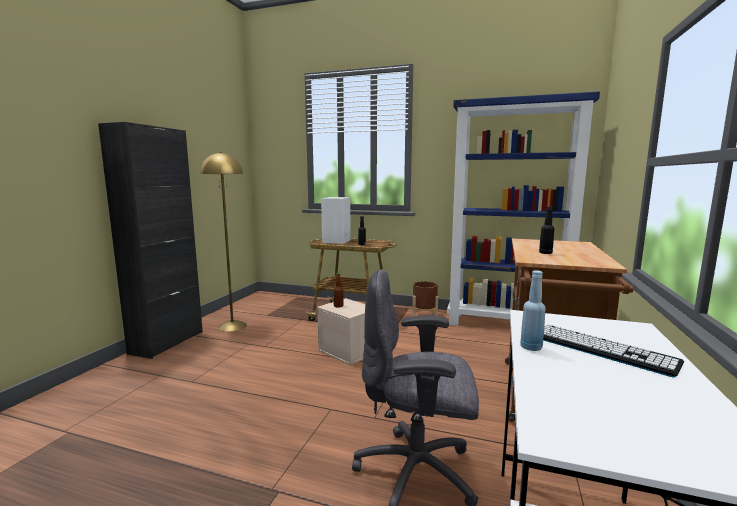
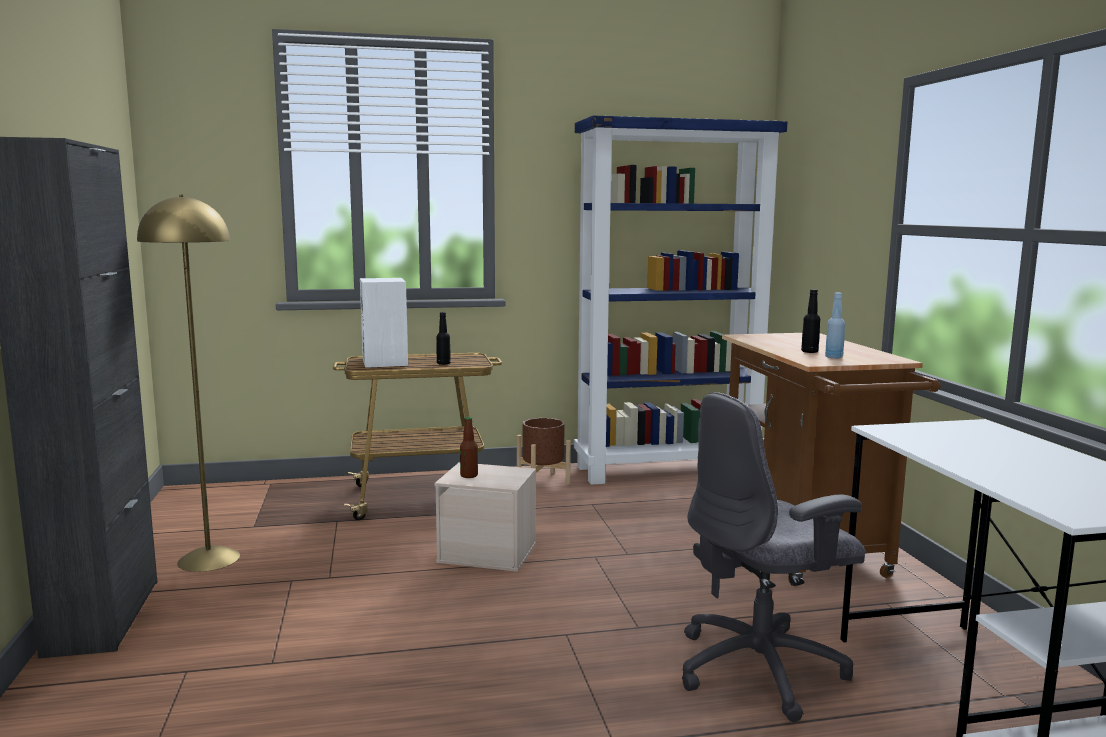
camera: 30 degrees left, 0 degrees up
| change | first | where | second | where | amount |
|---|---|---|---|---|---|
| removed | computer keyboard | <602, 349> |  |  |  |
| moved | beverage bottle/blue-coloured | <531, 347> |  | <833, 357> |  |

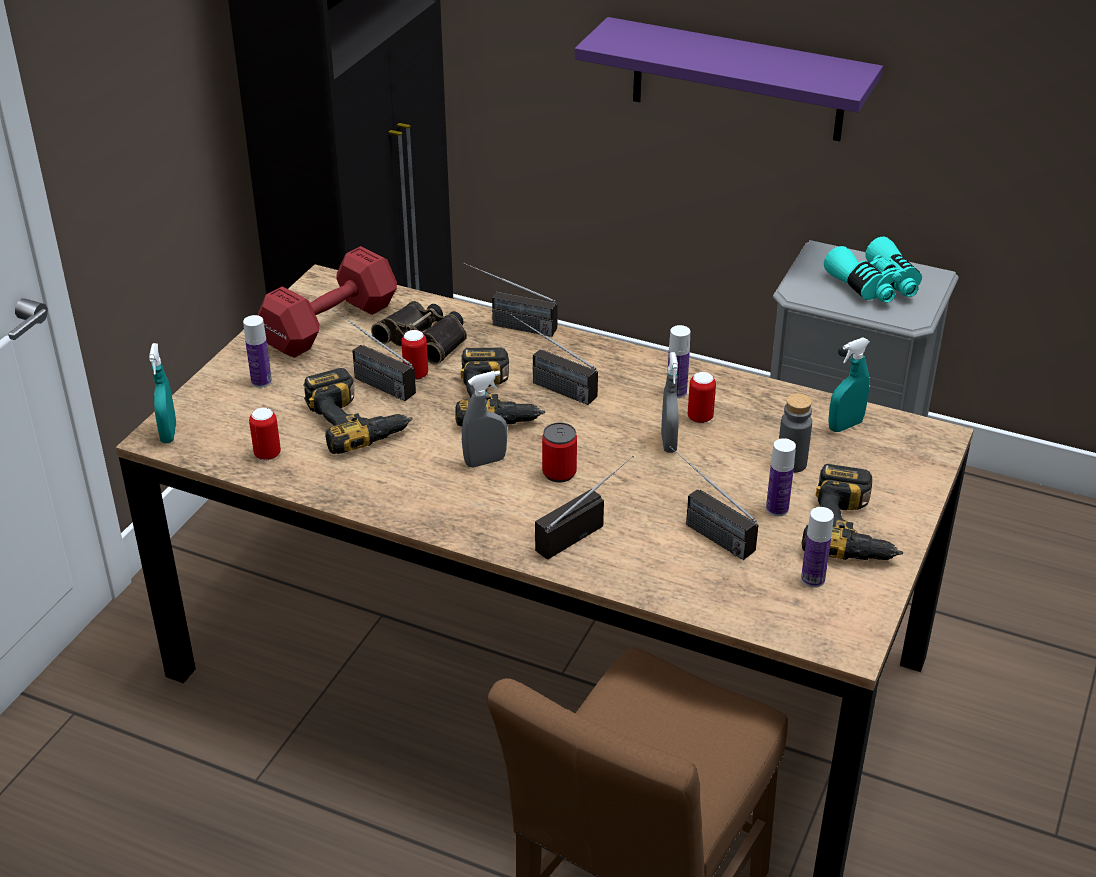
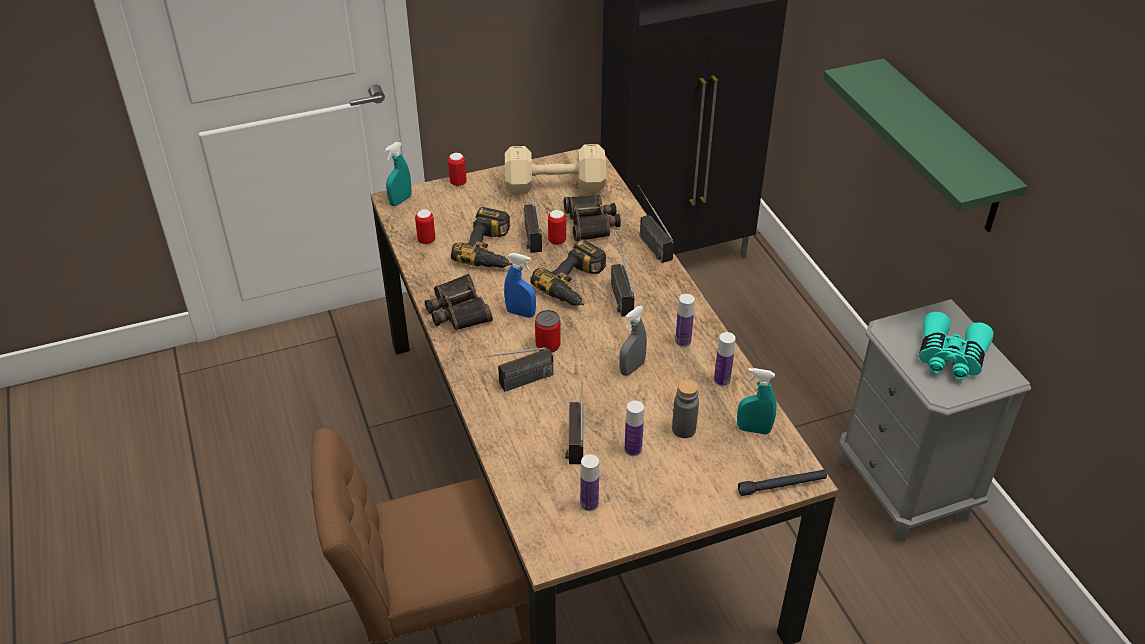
camera: 45 degrees right, 5 degrees up
| change | first | where | second | where | amount |
|---|---|---|---|---|---|
| removed | electric drill | <853, 530> |  |  |  |
| added |  |  | field glasses | <457, 310> |  |
| added |  |  | torch/blackish | <782, 486> |  |
| moved | beverage bottle | <261, 381> |  | <722, 380> |  |
| moved | can | <700, 418> |  | <458, 183> |  |
| recoloured | free weight/reddish | <327, 326> | free weight/beige-coloured | <553, 185> |  |
| recoloured | sprayer/gray | <485, 461> | sprayer/blue-coloured | <520, 313> |  |
| recoloured | bracket shelf/purple | <738, 80> | bracket shelf/green | <942, 148> |  |
| turned | radio set | <583, 528> |  | <513, 385> | 150 degrees clockwise |

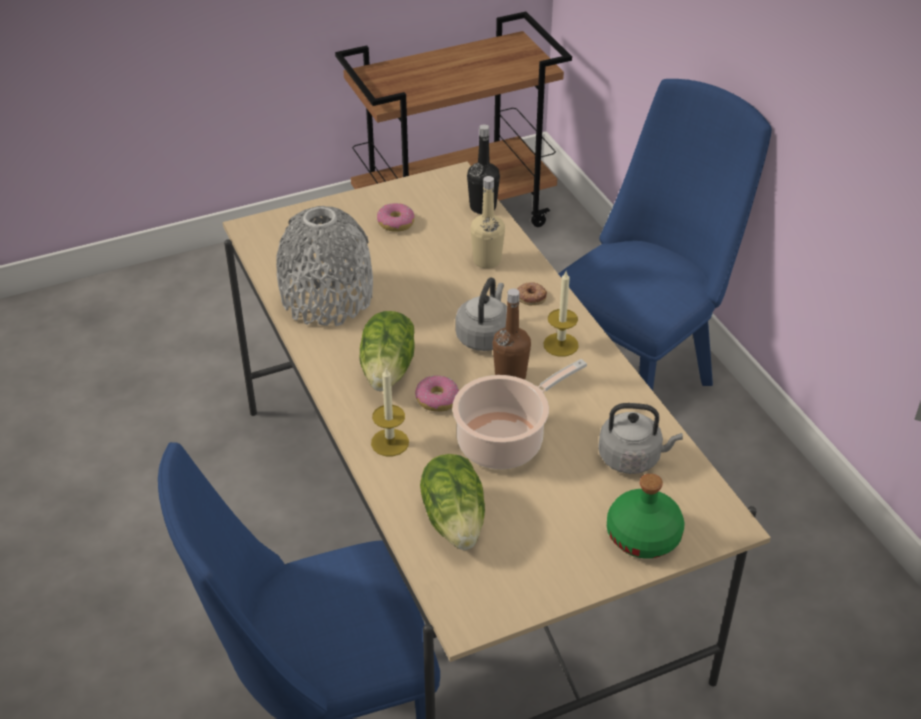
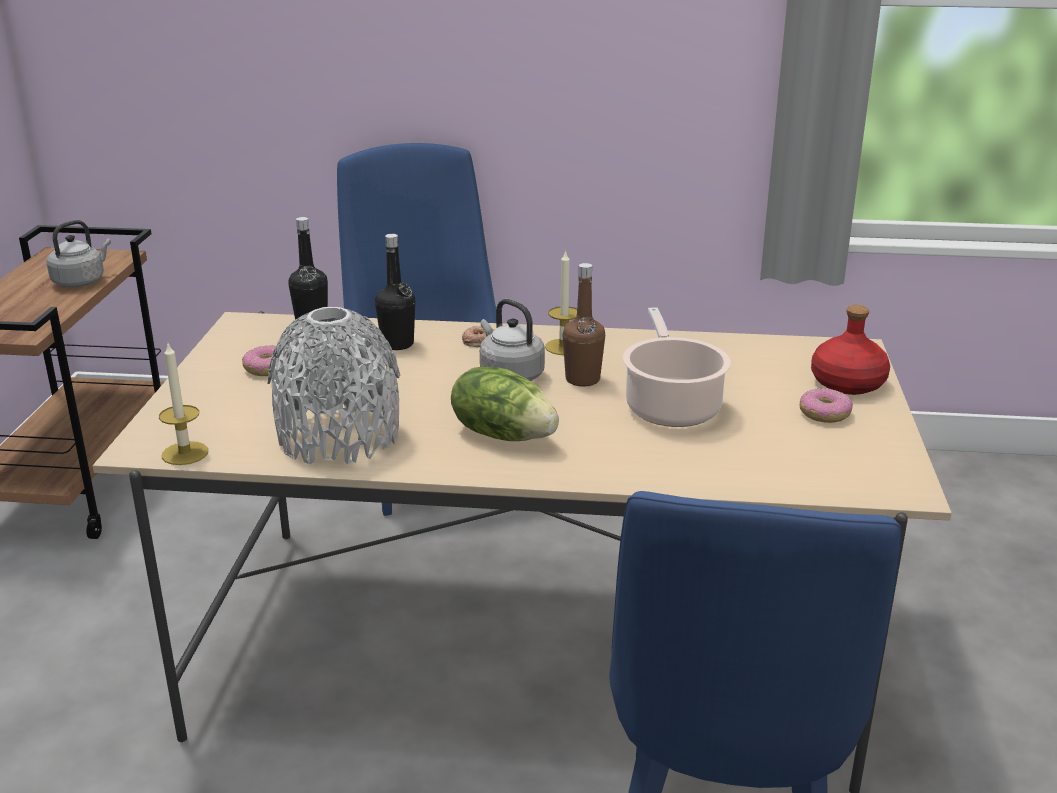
camera: 60 degrees left, 15 degrees down
| change | first | where | second | where | amount |
|---|---|---|---|---|---|
| removed | lettuce | <455, 520> |  |  |  |
| moved | candle | <390, 442> |  | <185, 453> |  |
| moved | ring doughnut | <437, 399> |  | <824, 414> |  |
| moved | kettle/gray | <632, 458> |  | <81, 281> |  |
| recoloured | beverage bottle/beige-coloured | <487, 261> | beverage bottle/blackish | <397, 344> |  |
| recoloured | beverage bottle/green | <643, 536> | beverage bottle/reddish | <847, 383> |  |

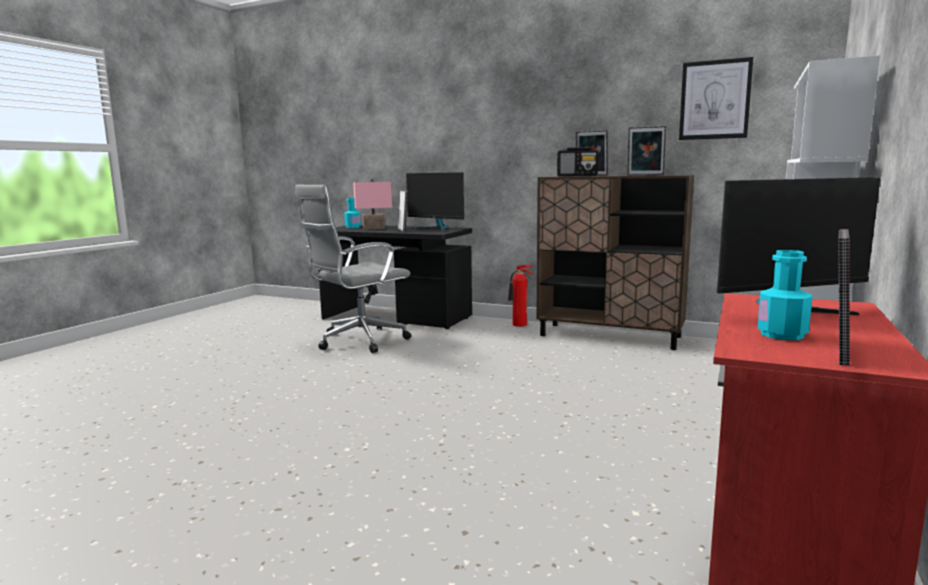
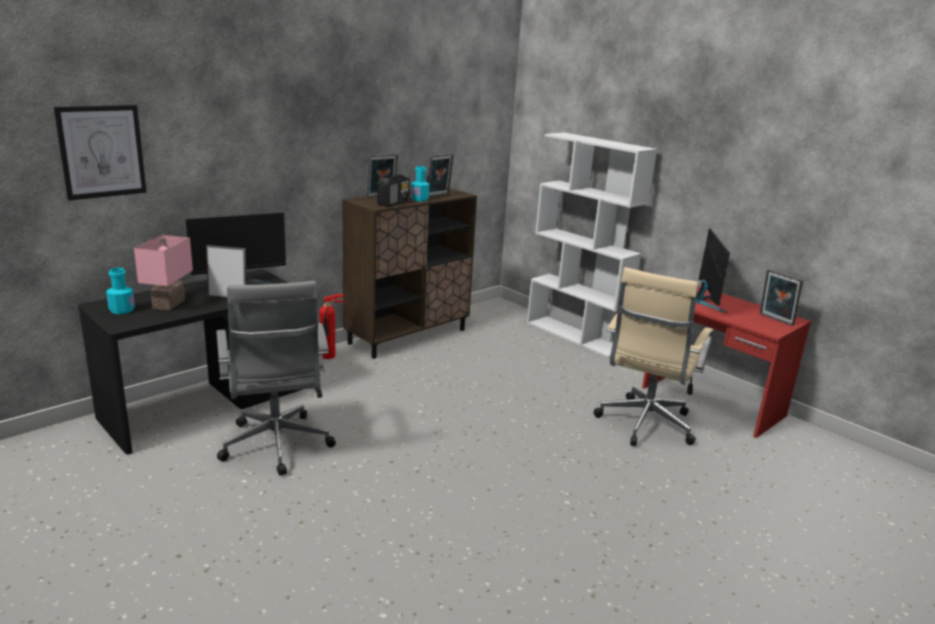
camera: 70 degrees left, 10 degrees up
| change | first | where | second | where | amount |
|---|---|---|---|---|---|
| added |  |  | office chair/beige-coloured | <644, 425> |  |
| moved | wall art | <715, 100> |  | <102, 151> |  |
| moved | beverage bottle/turquoise-coloured | <781, 334> |  | <419, 199> |  |

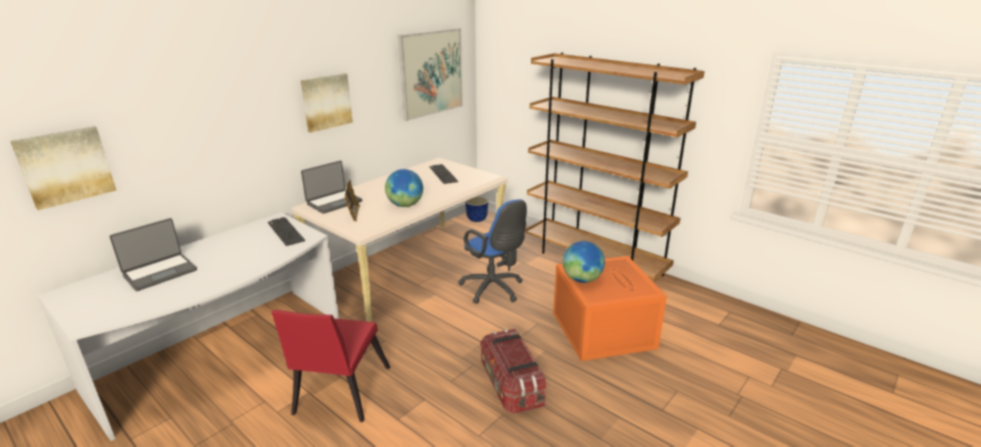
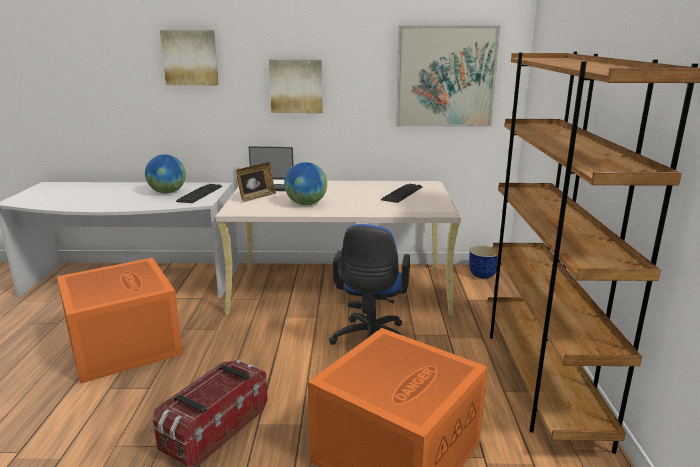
camera: 50 degrees right, 5 degrees down
| change | first | where | second | where | amount |
|---|---|---|---|---|---|
| removed | laptop | <160, 272> |  |  |  |
| moved | wall art | <65, 166> |  | <190, 57> |  |
| moved | globe | <581, 279> |  | <167, 192> |  |
| replaced | plain chair/reddish | <339, 394> | storage container/orange-coloured | <122, 345> |  |

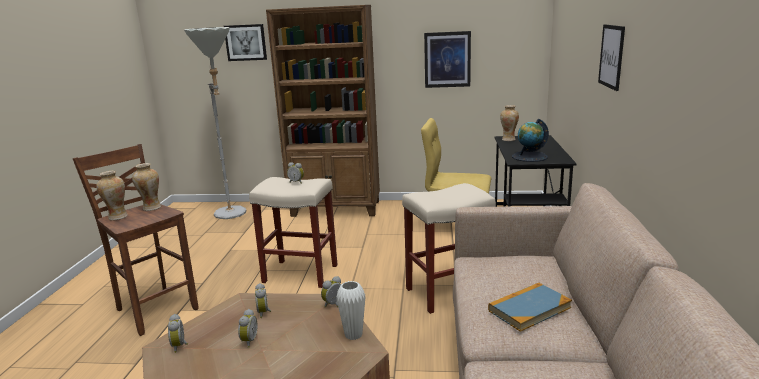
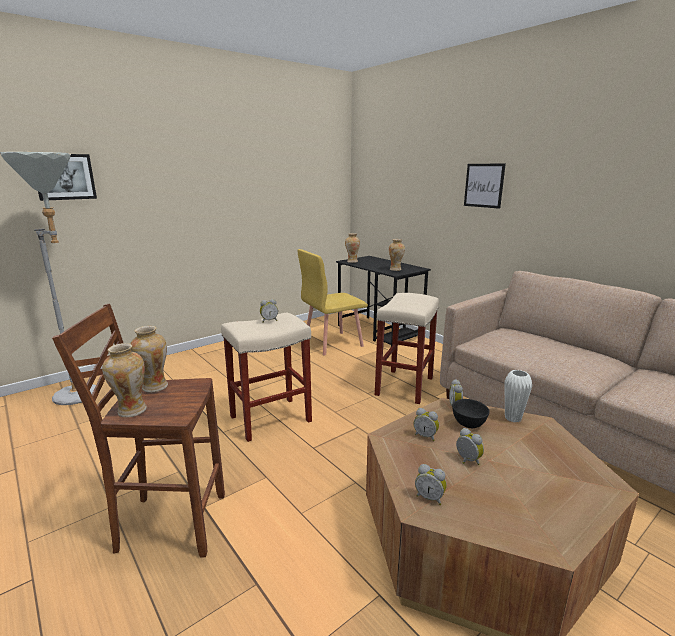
camera: 45 degrees left, 0 degrees up
| change | first | where | second | where | amount |
|---|---|---|---|---|---|
| removed | bookcase/brown-coloured | <336, 209> |  |  |  |
| removed | wall art | <447, 59> |  |  |  |
| removed | bound book | <529, 309> |  |  |  |
| added |  |  | deep dish/blackish | <468, 424> |  |
| replaced | globe | <529, 157> | vase | <395, 269> |  |

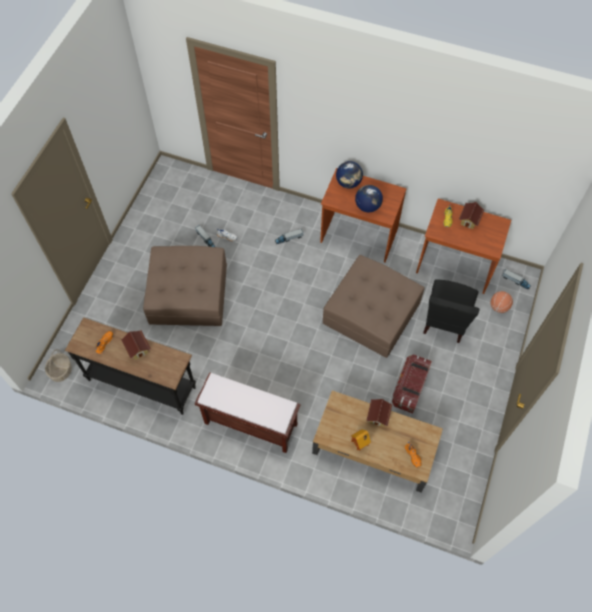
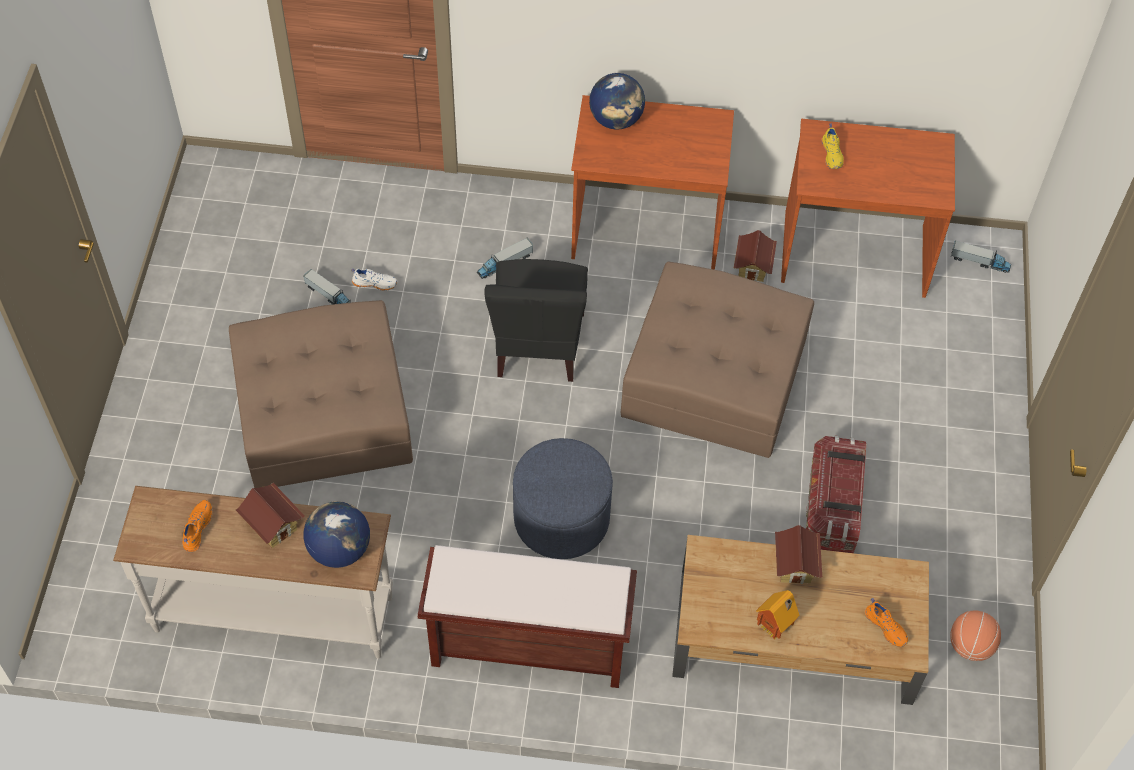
camera: 15 degrees left, 5 degrees down
| change | first | where | second | where | amount |
|---|---|---|---|---|---|
| removed | basket | <61, 371> |  |  |  |
| added |  |  | footrest/blue-coloured | <561, 518> |  |
| moved | globe | <367, 206> |  | <339, 549> |  |
| moved | plain chair/blackish | <445, 321> |  | <538, 345> |  |
| moved | model house | <469, 221> |  | <753, 268> |  |
| moved | ball for basketball | <499, 307> |  | <970, 646> |  |
| recoloured | narrow table/blackish | <142, 382> | narrow table/white-coloured | <274, 612> |  |

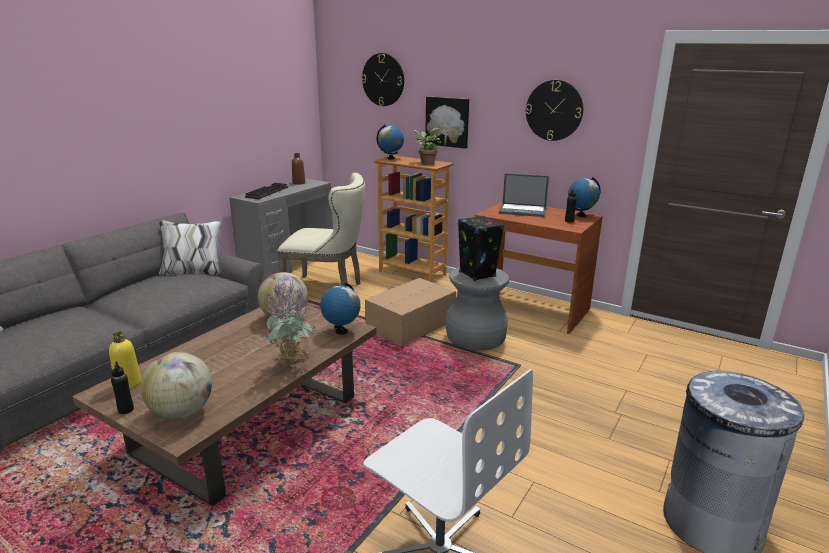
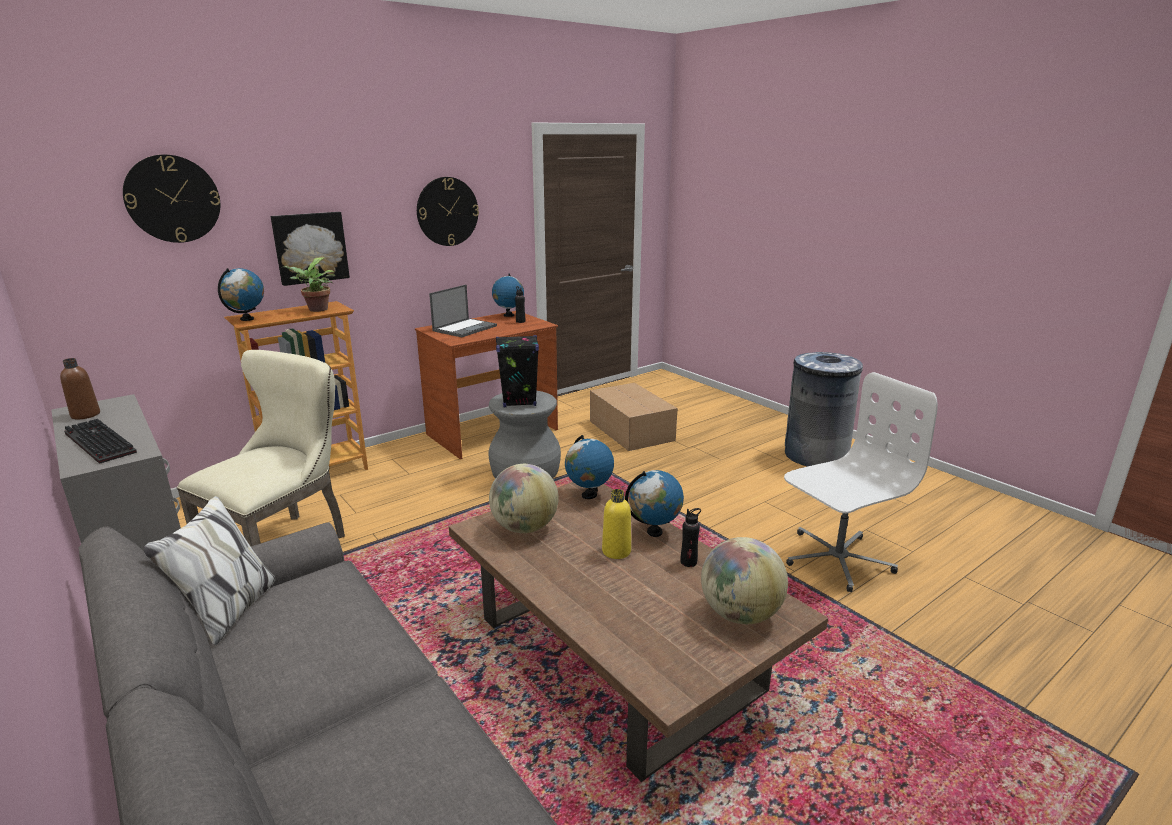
camera: 70 degrees left, 0 degrees up
| change | first | where | second | where | amount |
|---|---|---|---|---|---|
| moved | beverage bottle/yellow | <128, 383> |  | <616, 551> |  |
| moved | beverage bottle/blackish | <126, 410> |  | <688, 562> |  |
| moved | packing box | <412, 324> |  | <631, 430> |  |
| replaced | plant in a pot | <293, 364> | globe | <654, 532> |  |

